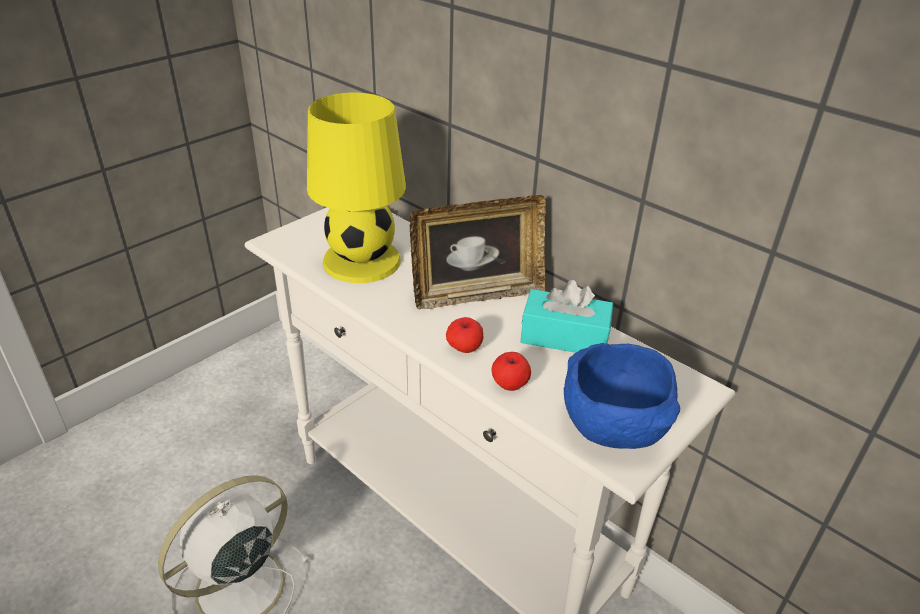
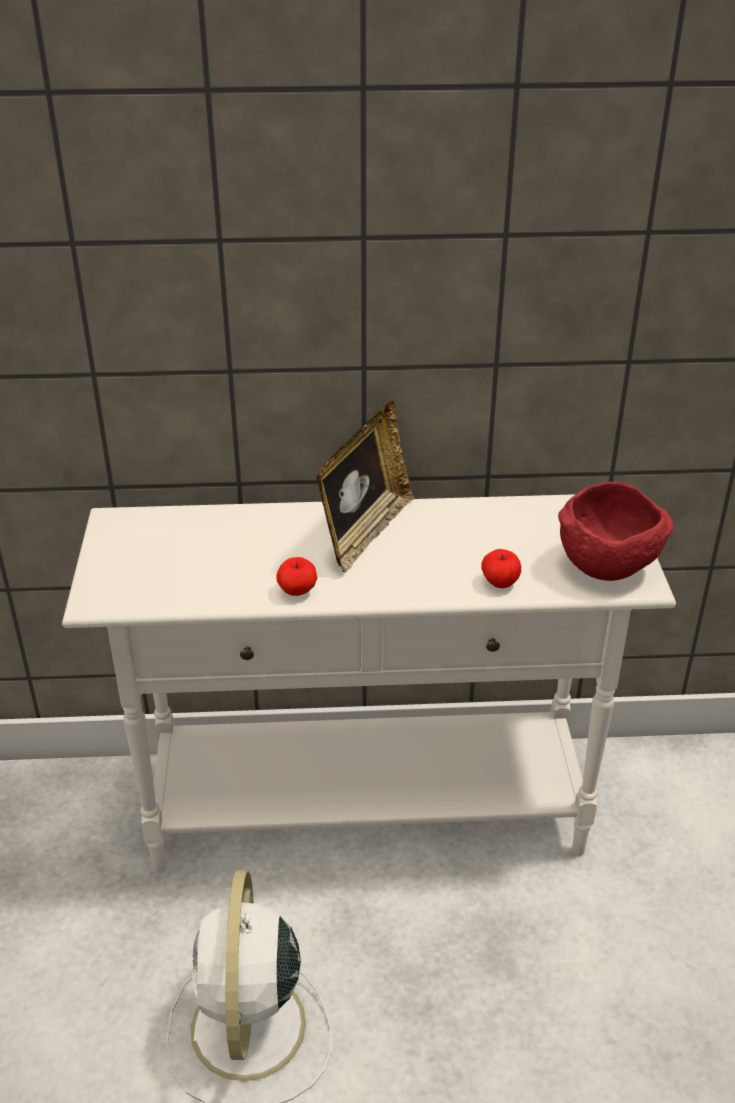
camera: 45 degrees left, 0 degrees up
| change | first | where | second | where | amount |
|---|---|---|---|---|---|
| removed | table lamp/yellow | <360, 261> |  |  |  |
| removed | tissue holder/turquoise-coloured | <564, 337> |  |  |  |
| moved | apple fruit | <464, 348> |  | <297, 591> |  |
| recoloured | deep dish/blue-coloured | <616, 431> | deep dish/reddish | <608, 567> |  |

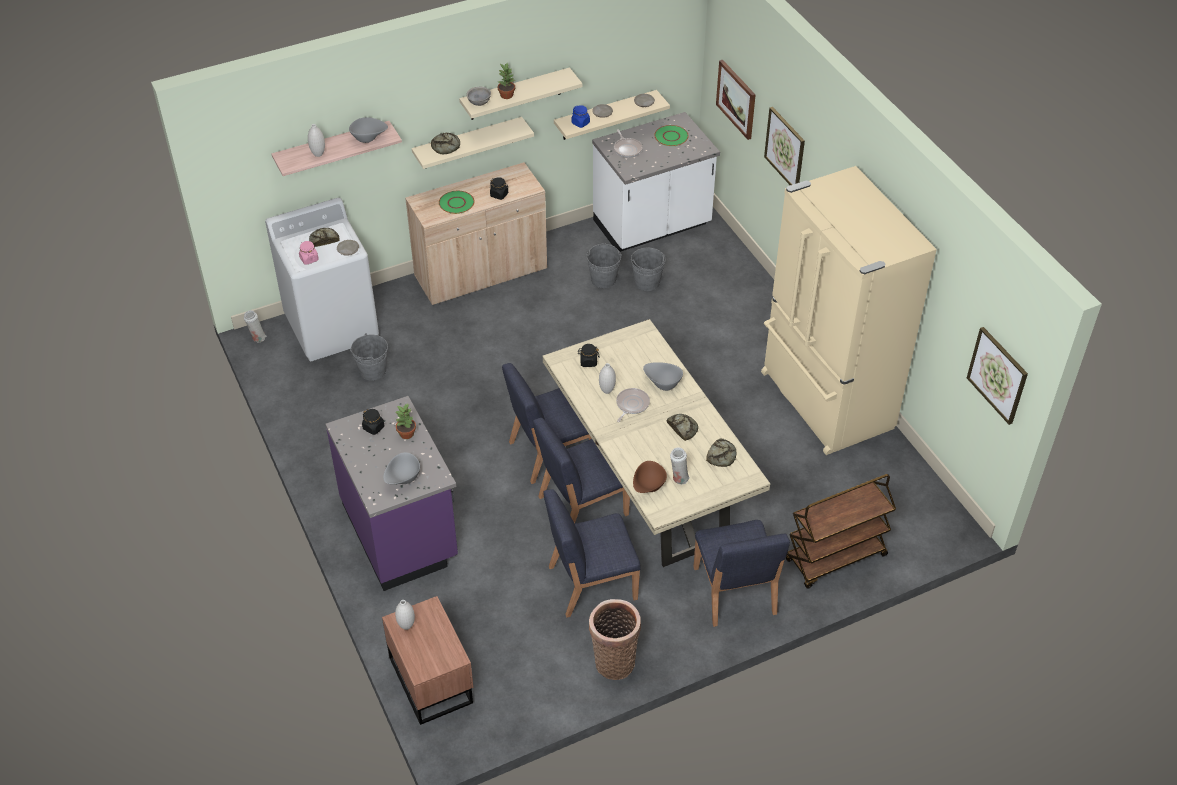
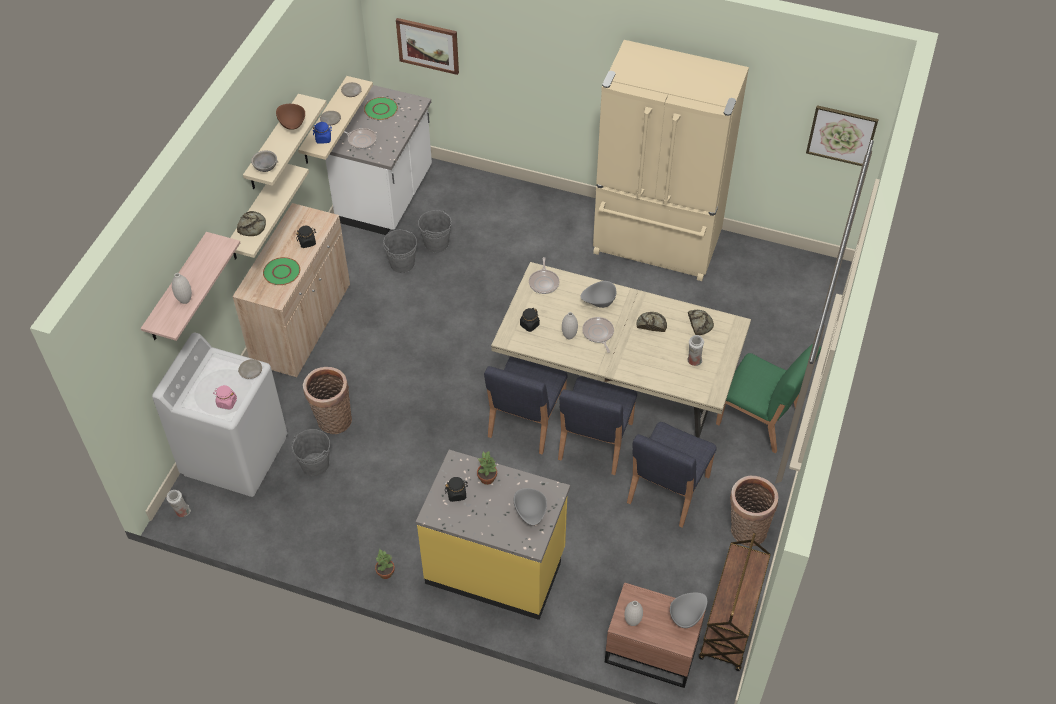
camera: 45 degrees left, 5 degrees up
| change | first | where | second | where | amount |
|---|---|---|---|---|---|
| removed | bakery bread | <323, 240> |  |  |  |
| removed | wall art | <785, 148> |  |  |  |
| added |  |  | basket | <332, 420> |  |
| added |  |  | pan | <544, 282> |  |
| moved | deep dish/gray | <369, 138> |  | <687, 616> |  |
| moved | plant in a pot | <506, 95> |  | <385, 572> |  |
| moved | deep dish/brown-coloured | <648, 487> |  | <292, 126> |  |
| moved | trolley/brown-coloured | <835, 559> |  | <730, 625> |  |
| recoloured | kitchen counter/purple | <401, 532> | kitchen counter/yellow | <496, 566> |  |
| recoloured | plain chair/blue-coloured | <734, 591> | plain chair/green | <759, 419> |  |

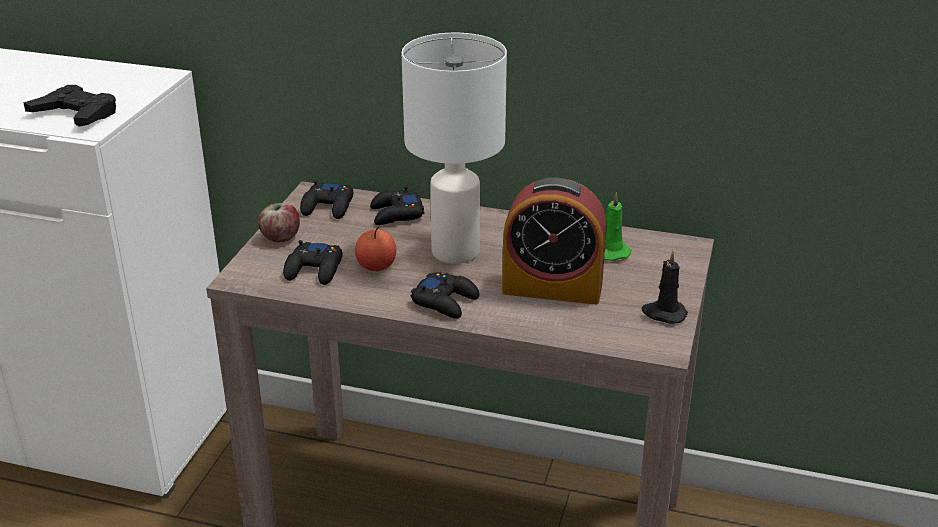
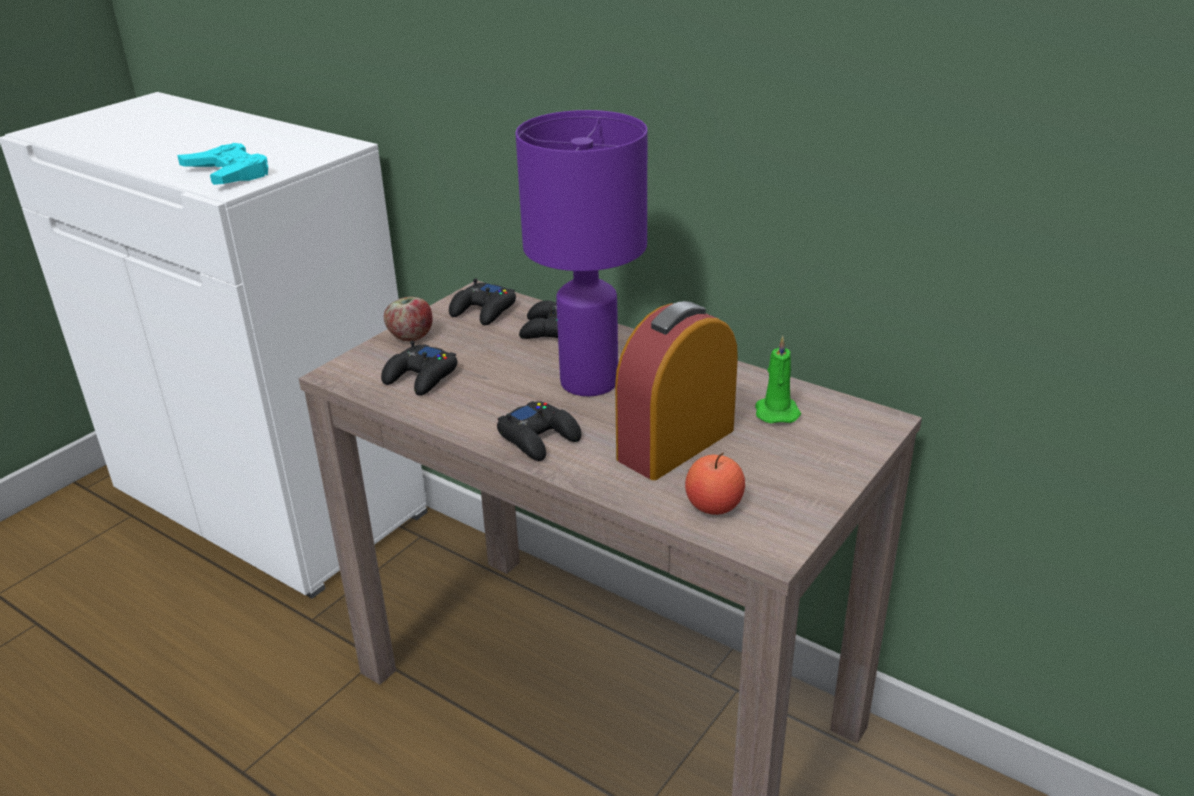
camera: 20 degrees right, 0 degrees up
| change | first | where | second | where | amount |
|---|---|---|---|---|---|
| removed | candle/blackish | <663, 313> |  |  |  |
| moved | apple fruit | <376, 266> |  | <714, 505> |  |
| recoloured | joypad/blackish | <75, 114> | joypad/turquoise-coloured | <228, 173> |  |
| recoloured | table lamp/white-coloured | <456, 252> | table lamp/purple | <590, 382> |  |
| turned | bedside clock | <552, 288> |  | <676, 444> | 105 degrees clockwise |

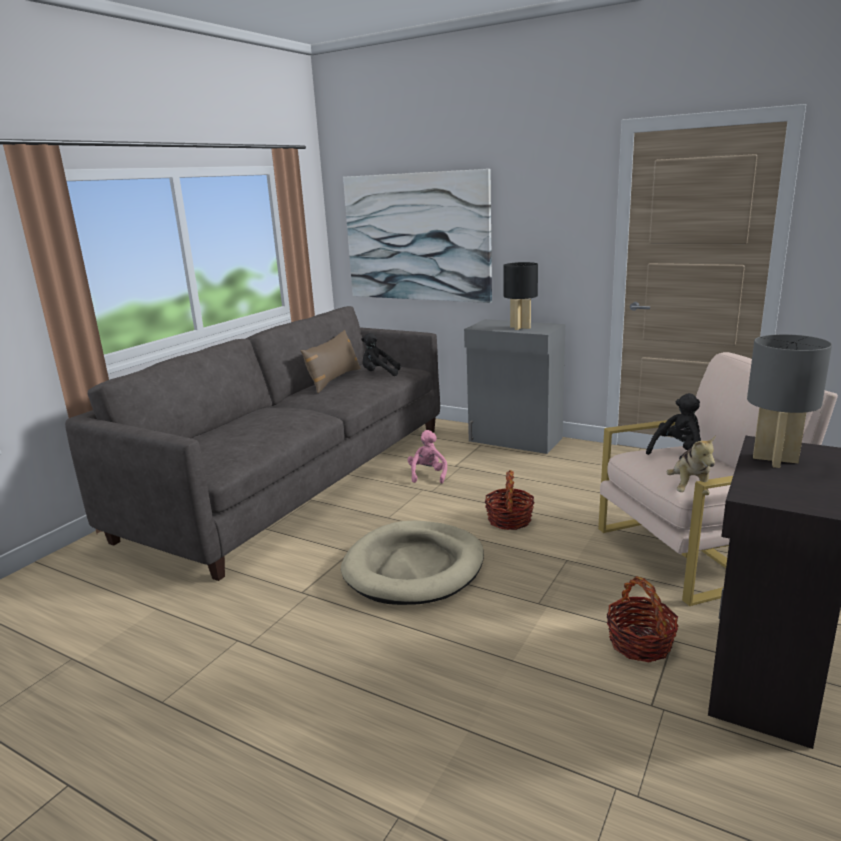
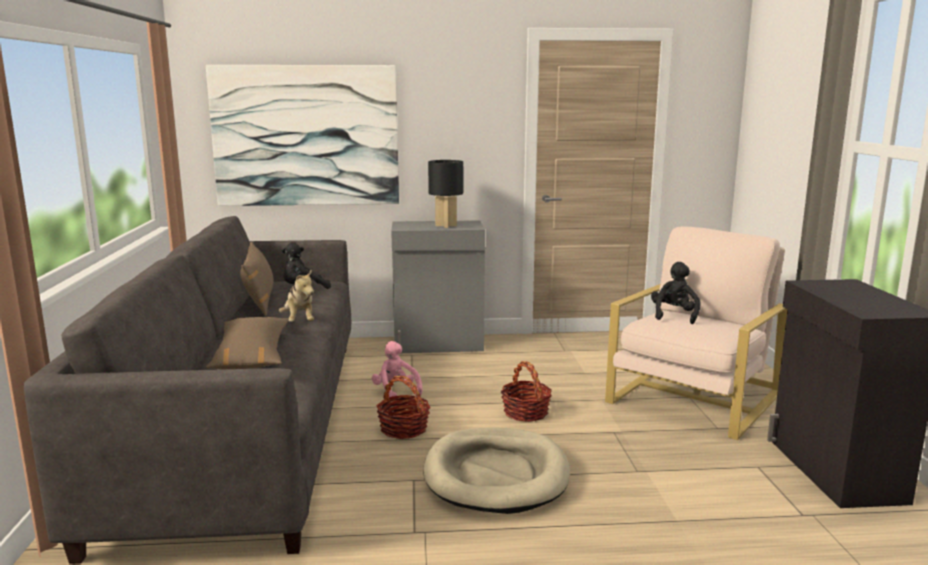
camera: 35 degrees left, 5 degrees down
| change | first | where | second | where | amount |
|---|---|---|---|---|---|
| removed | table lamp/gray | <774, 459> |  |  |  |
| added |  |  | cushion/brown-coloured | <251, 356> |  |
| moved | basket | <640, 643> |  | <404, 429> |  |
| moved | cuddly toy | <689, 489> |  | <299, 321> |  |

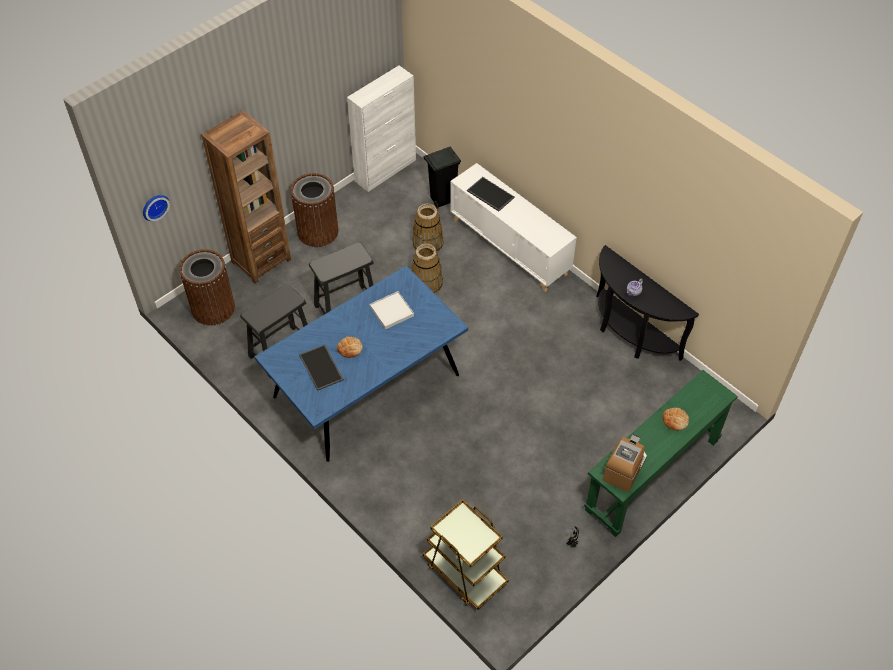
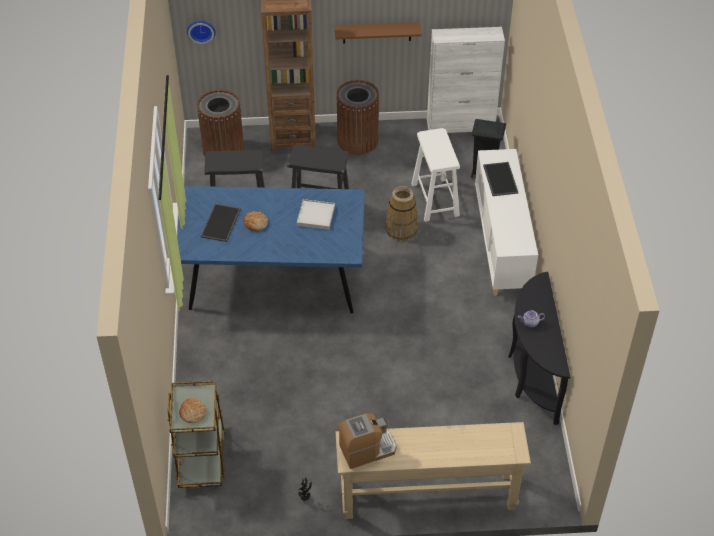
camera: 40 degrees right, 5 degrees down
| change | first | where | second | where | amount |
|---|---|---|---|---|---|
| added |  |  | bracket shelf/brown-coloured | <377, 32> |  |
| moved | bakery bread | <675, 420> |  | <192, 412> |  |
| replaced | basket | <428, 243> | sitting stool/white-coloured | <435, 200> |  |
| recoloured | narrow table/green | <652, 474> | narrow table/beige-coloured | <428, 495> |  |

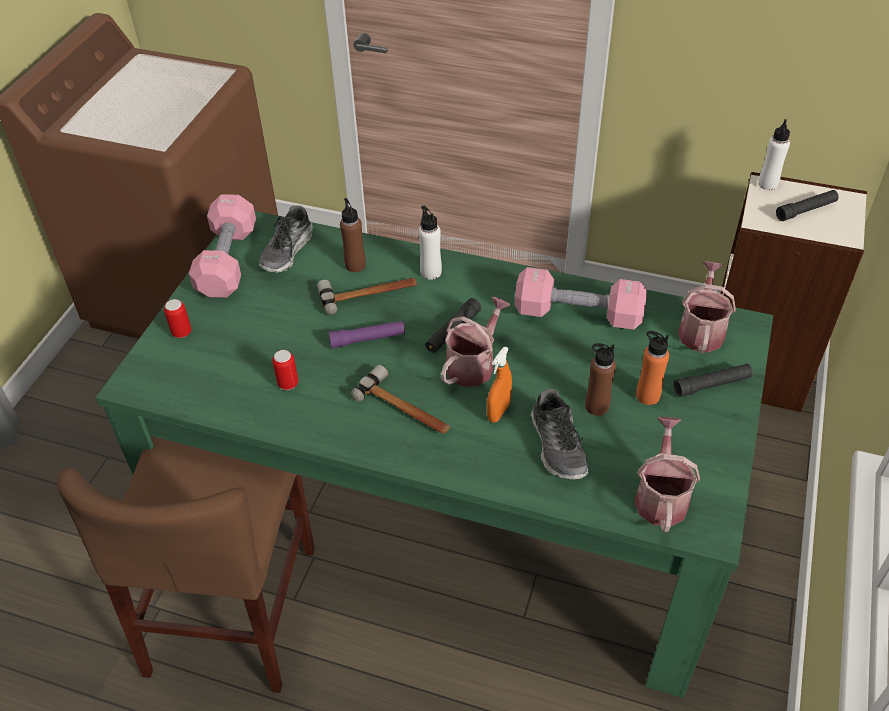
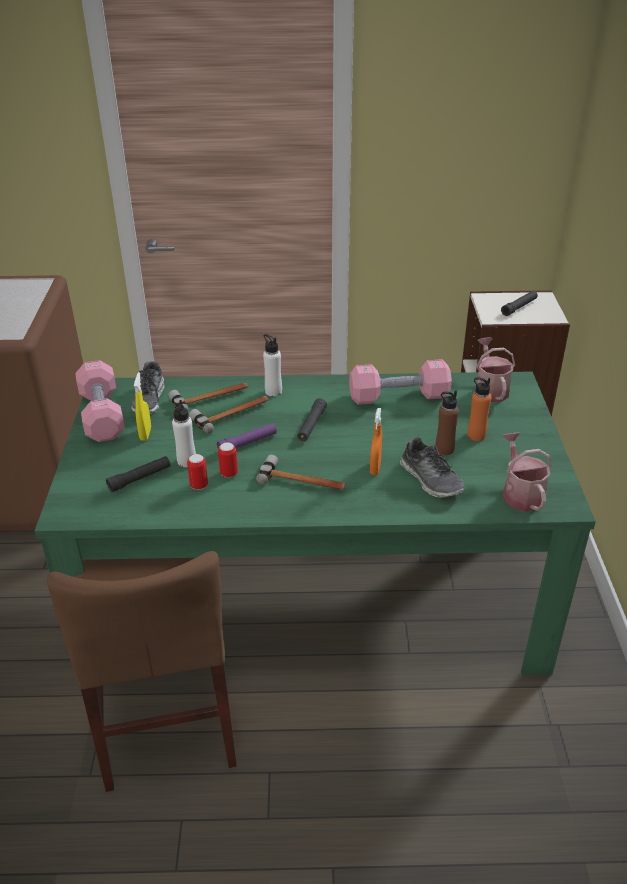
camera: 20 degrees left, 10 degrees down
| change | first | where | second | where | amount |
|---|---|---|---|---|---|
| removed | watering pot | <474, 364> |  |  |  |
| added |  |  | sprayer/yellow | <145, 434> |  |
| moved | can | <181, 332> |  | <229, 473> |  |
| moved | torch/blackish | <712, 385> |  | <140, 478> |  |
| moved | beverage bottle/white-coloured | <767, 184> |  | <186, 461> |  |
| replaced | beverage bottle/brown-coloured | <355, 265> | tool hammer | <210, 398> |  |

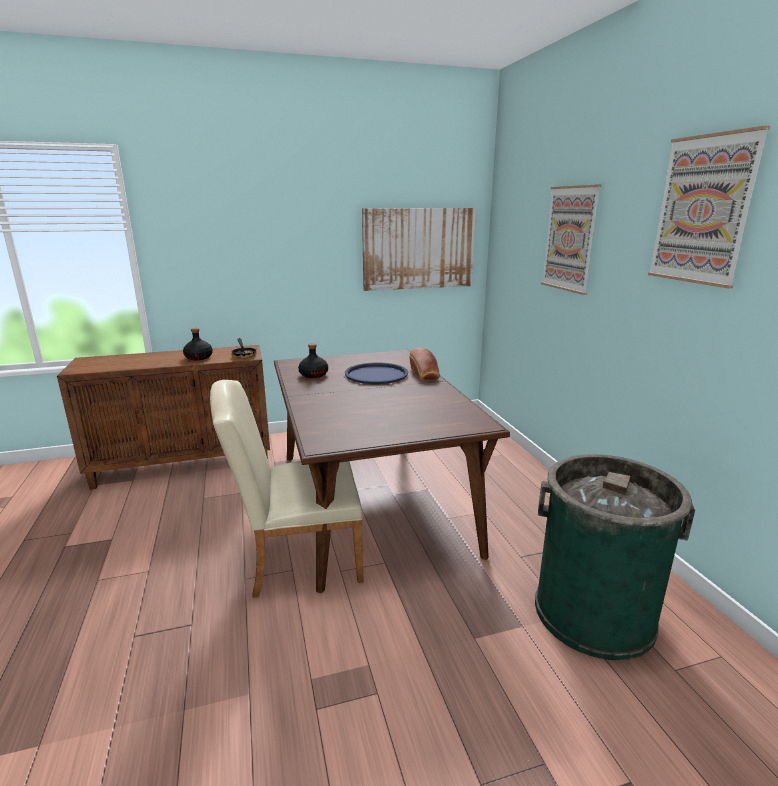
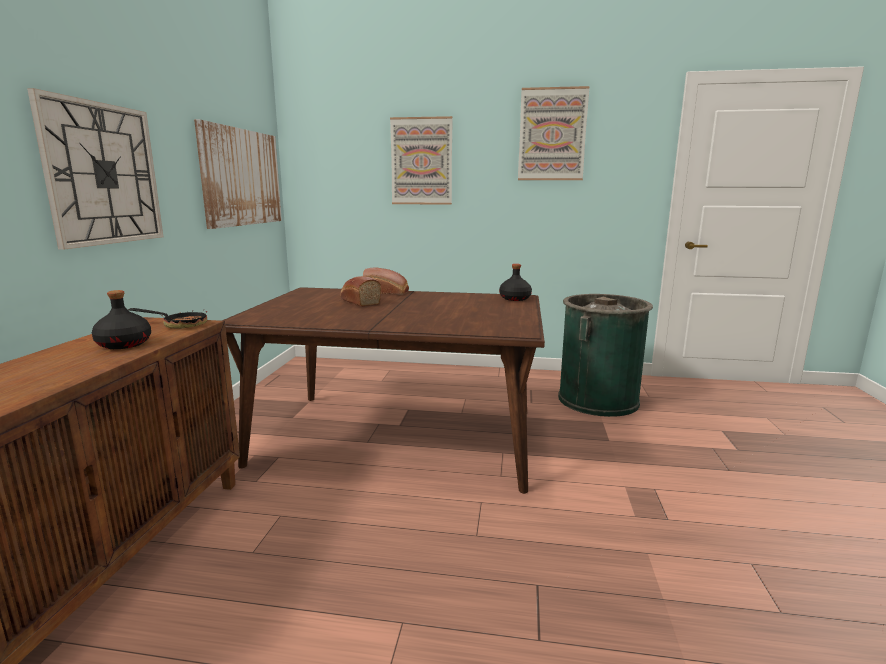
camera: 65 degrees left, 5 degrees down
| change | first | where | second | where | amount |
|---|---|---|---|---|---|
| removed | plain chair/beige-coloured | <296, 558> |  |  |  |
| added |  |  | wall clock | <103, 174> |  |
| moved | beverage bottle/blackish | <313, 375> |  | <514, 298> |  |
| replaced | tray/blue-coloured | <376, 374> | bakery bread | <359, 301> |  |

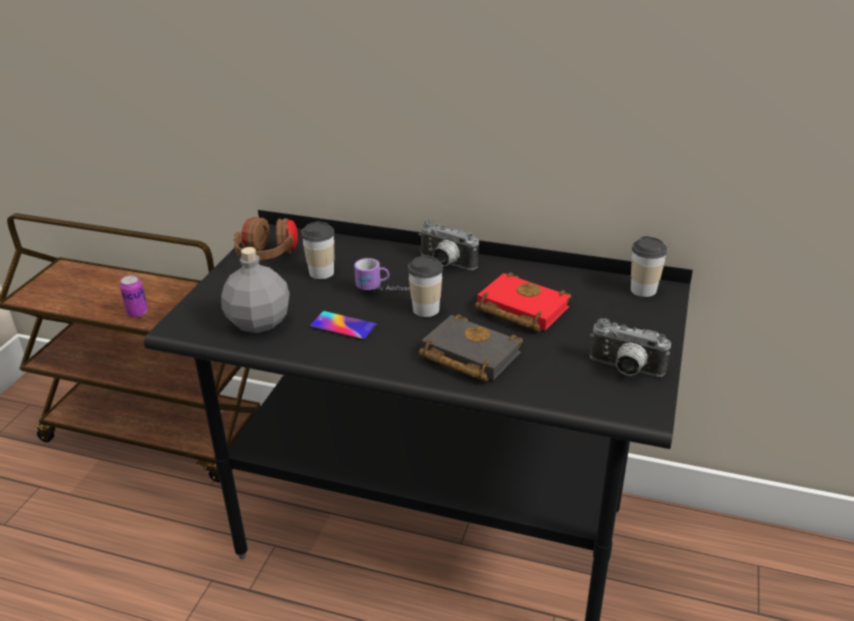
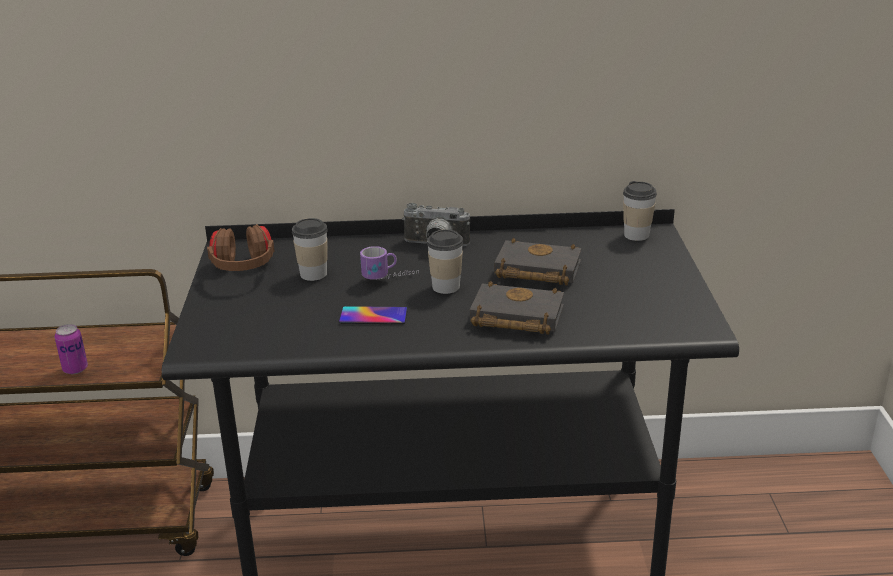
camera: 20 degrees left, 5 degrees down
| change | first | where | second | where | amount |
|---|---|---|---|---|---|
| removed | beverage bottle/gray | <260, 322> |  |  |  |
| removed | photo camera | <624, 370> |  |  |  |
| recoloured | bound book/reddish | <518, 309> | bound book/blackish | <535, 270> |  |

